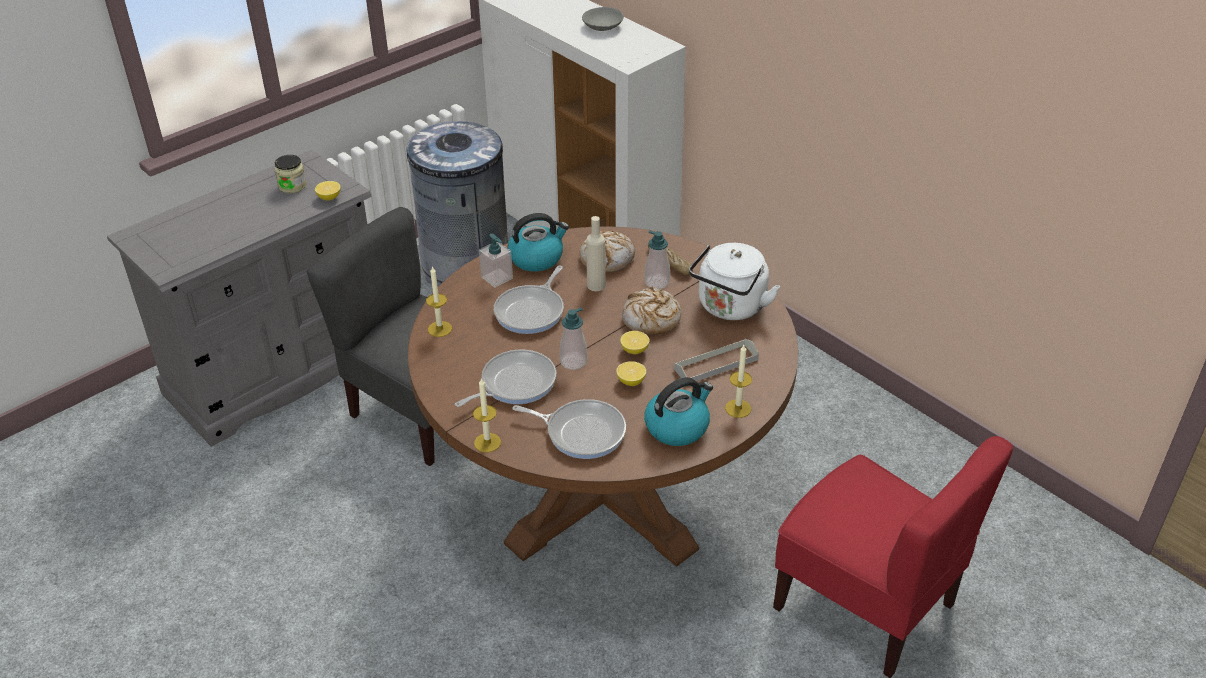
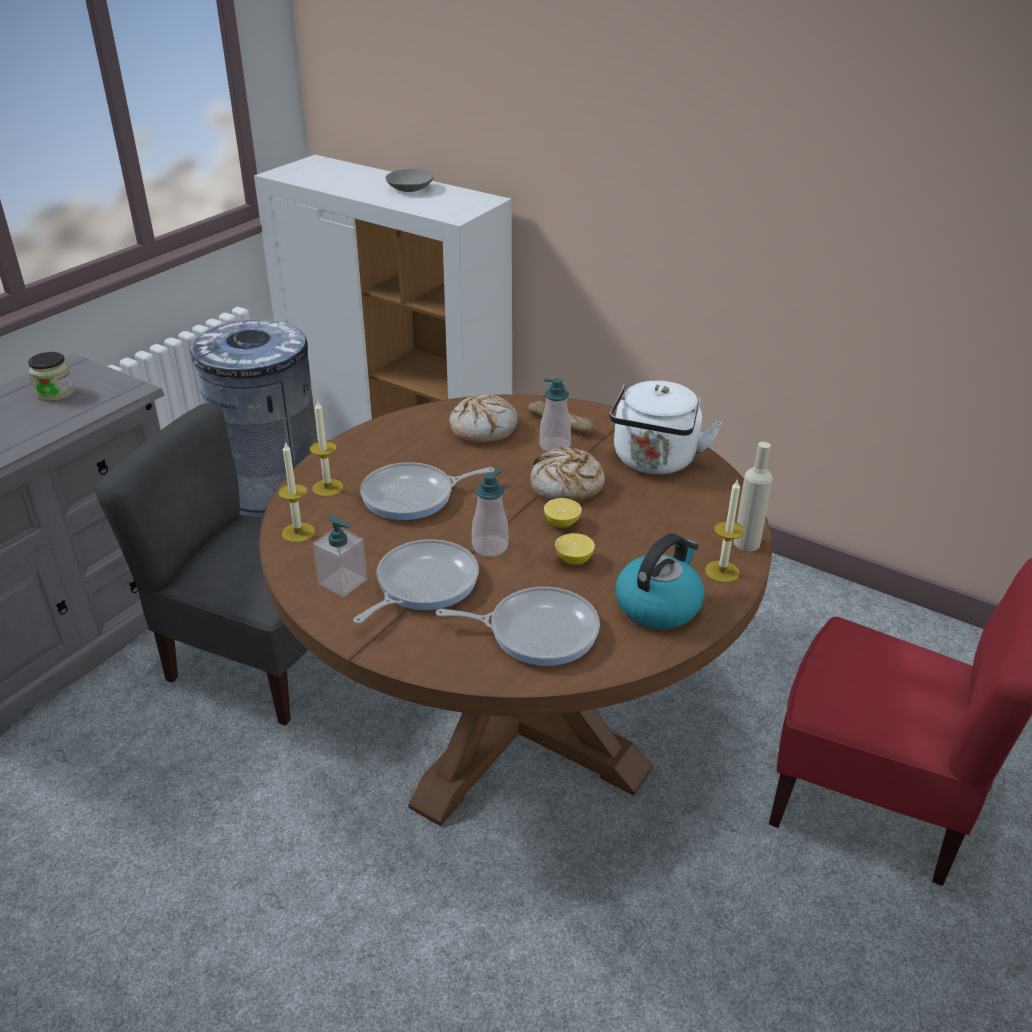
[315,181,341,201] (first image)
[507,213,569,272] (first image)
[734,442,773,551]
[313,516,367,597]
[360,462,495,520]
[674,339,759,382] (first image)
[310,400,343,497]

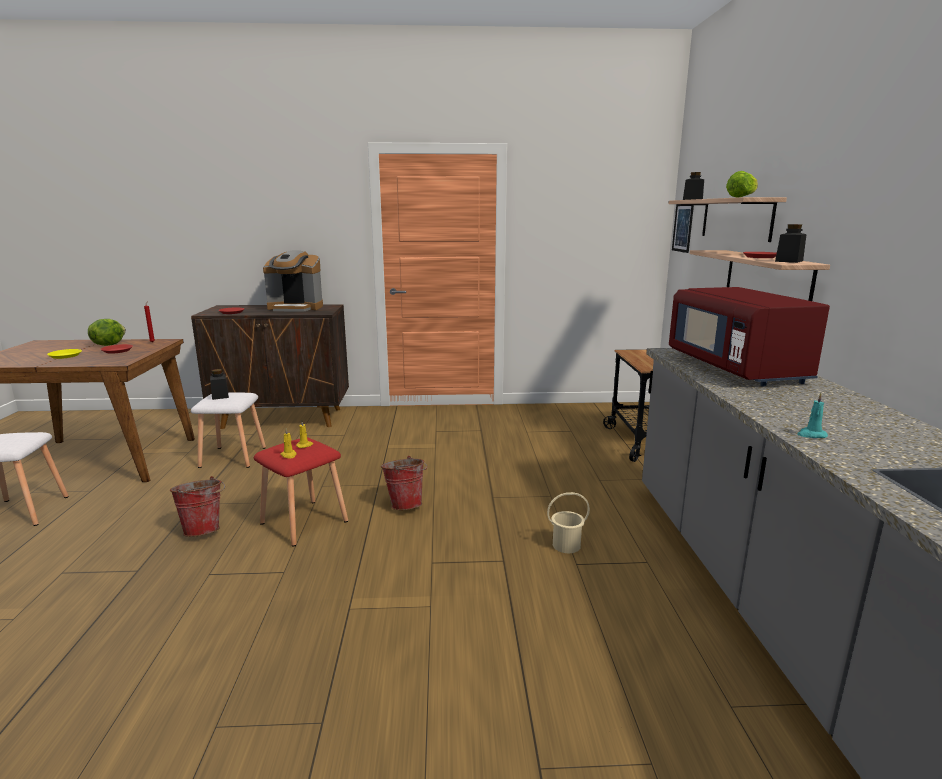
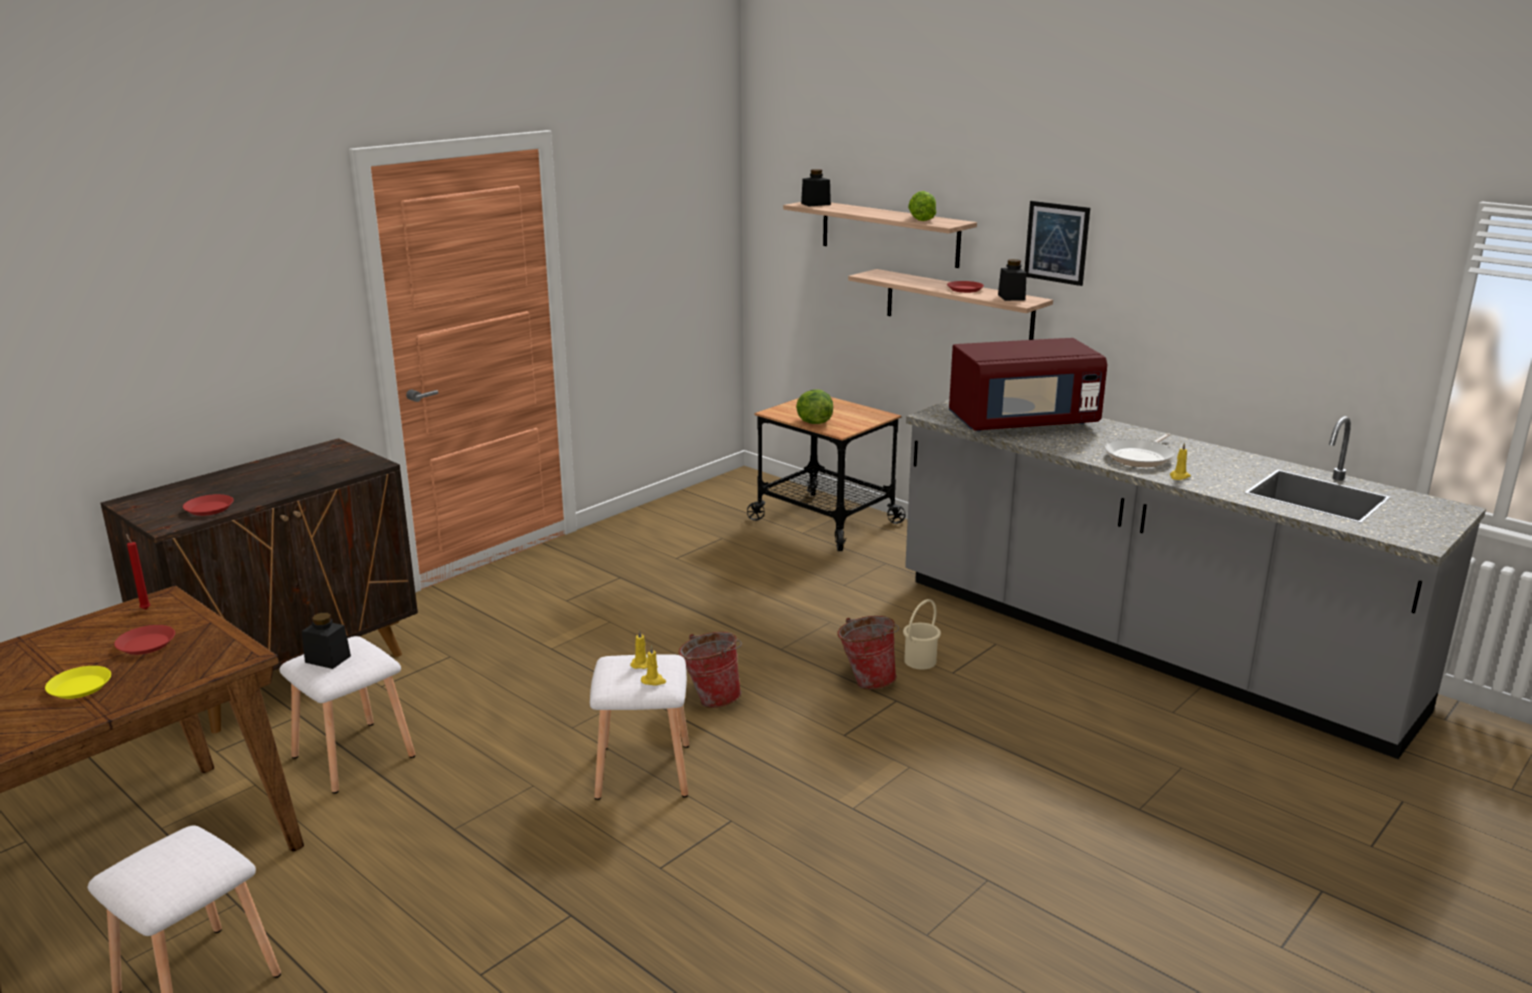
[1024,201,1090,286]
[263,250,323,312] (first image)
[949,338,1107,432]
[796,390,833,424]
[1170,442,1191,480]
[590,654,689,800]
[837,616,899,690]
[1105,433,1174,467]

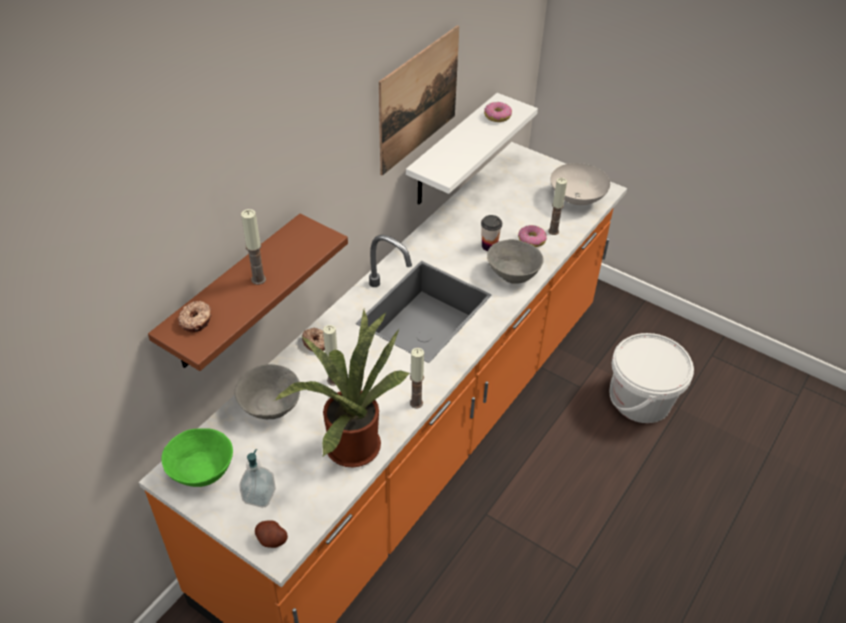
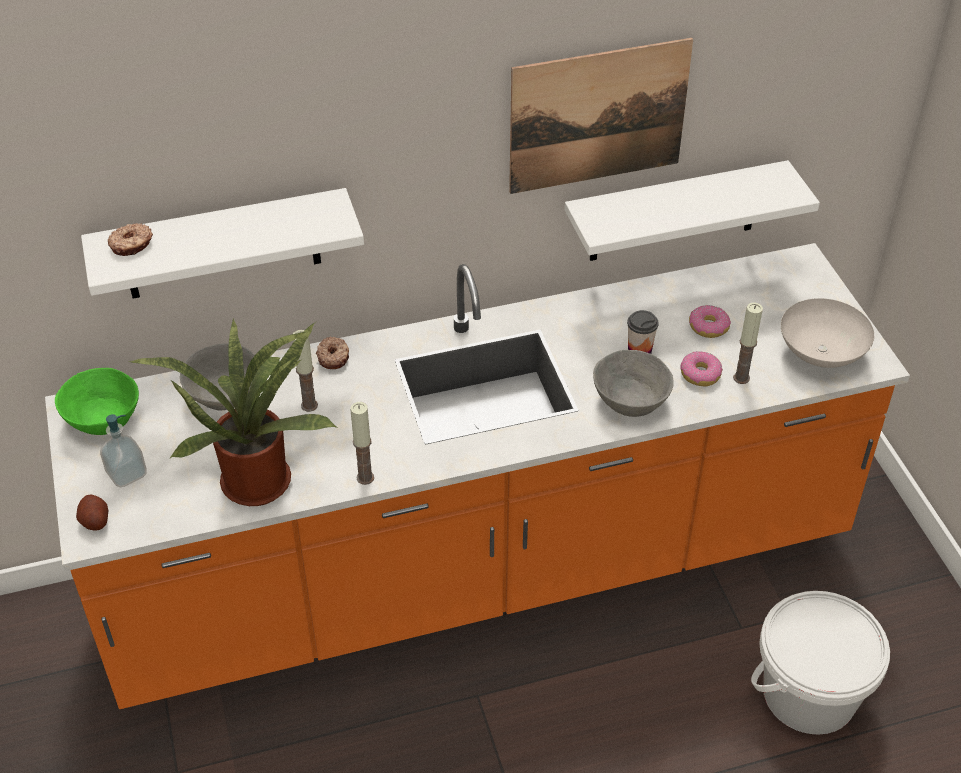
[689,305,731,338]
[241,209,266,285] (first image)
[81,188,364,299]

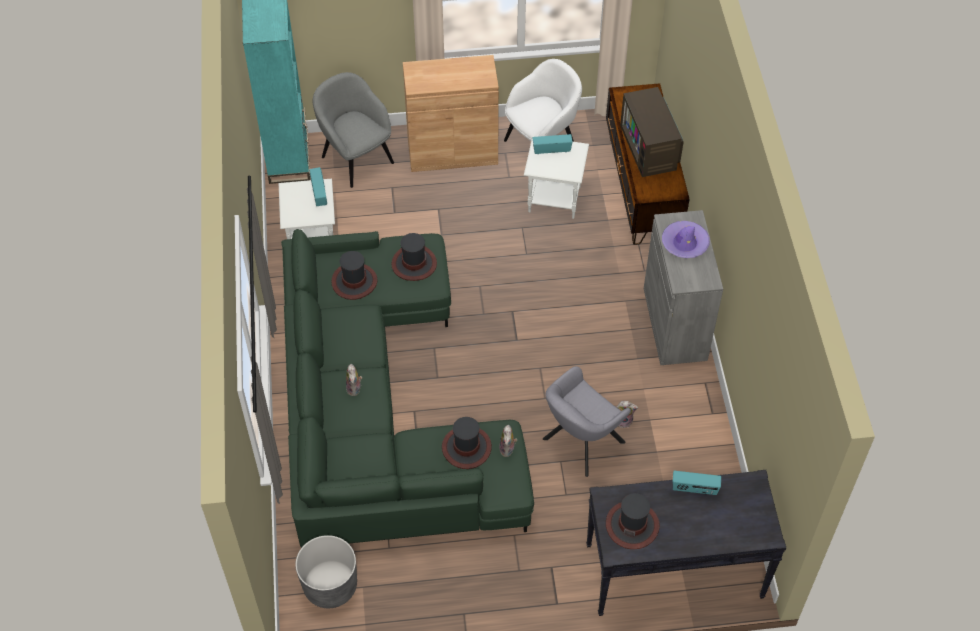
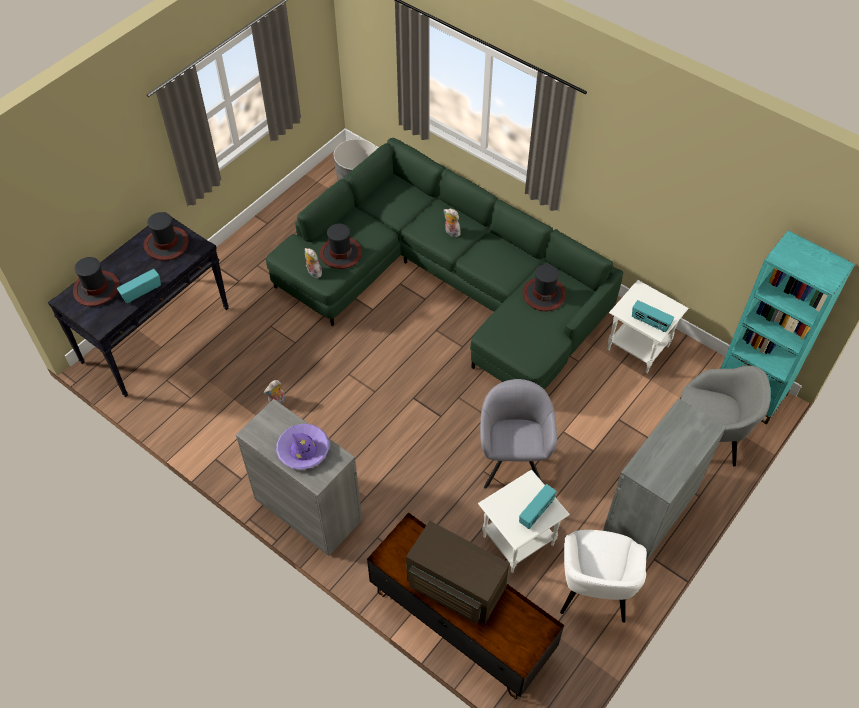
[603,398,726,562]
[73,257,120,307]
[480,379,557,489]

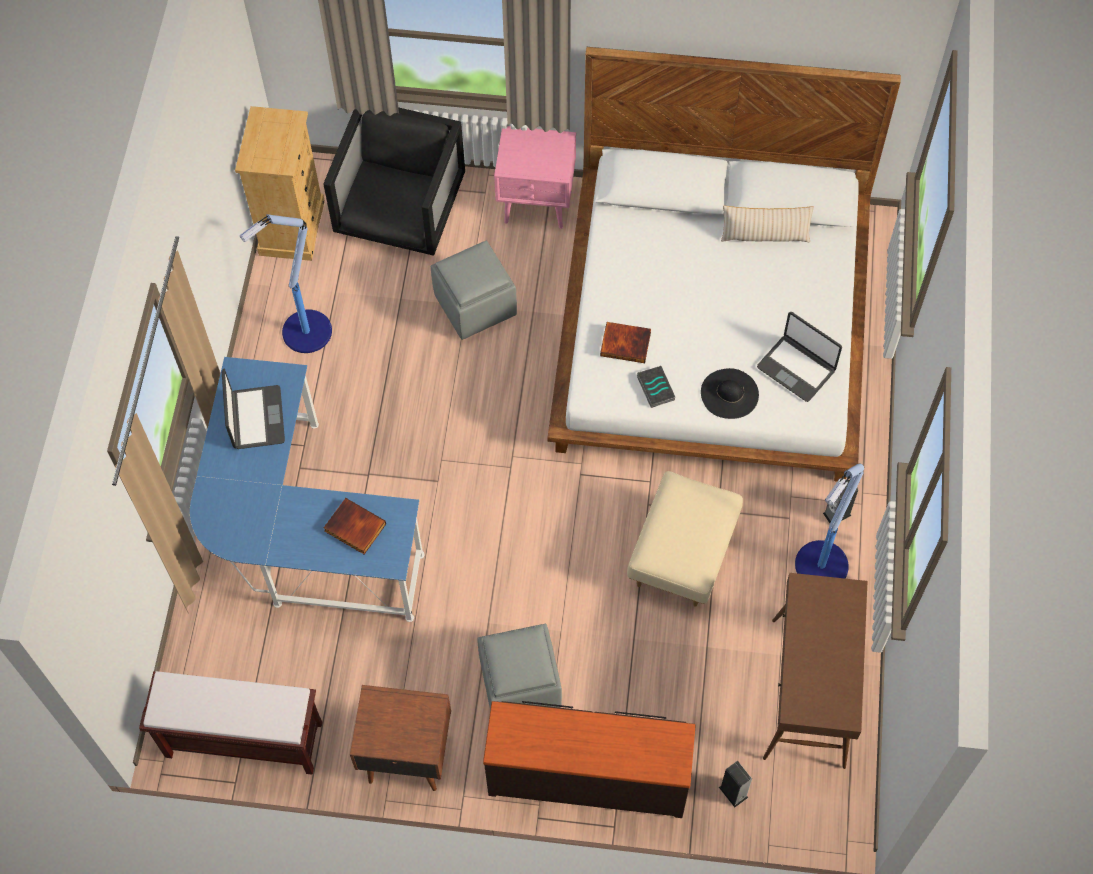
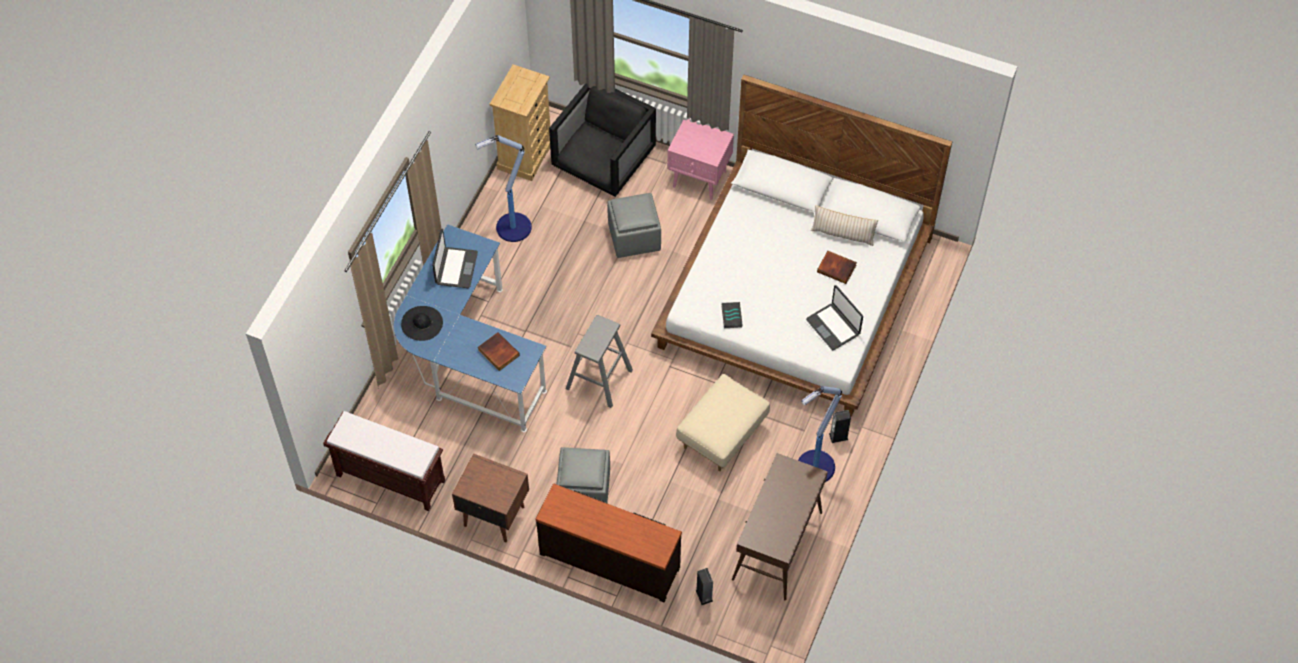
[817,251,857,284]
[401,306,443,341]
[566,315,633,408]

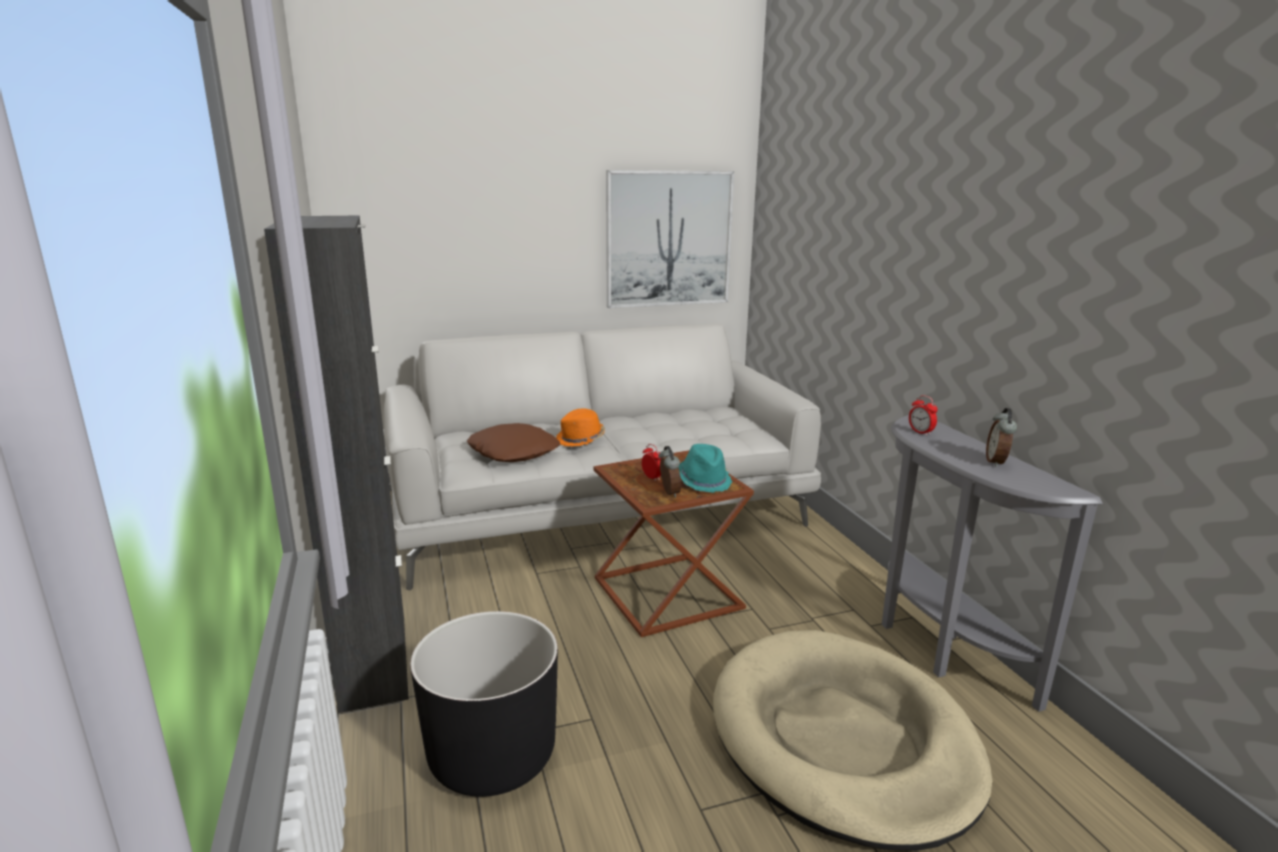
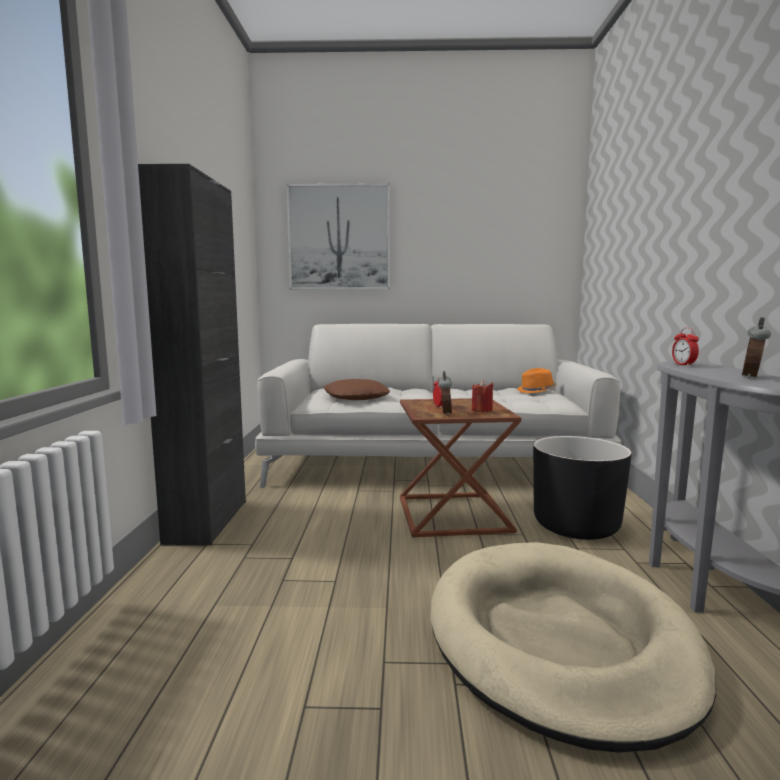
[286,183,390,289]
[518,368,557,393]
[472,380,493,412]
[533,436,632,540]

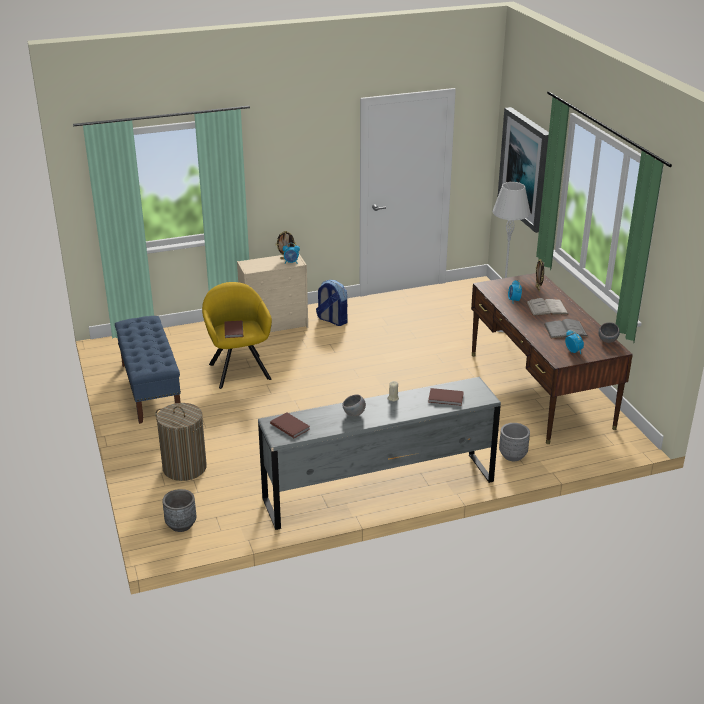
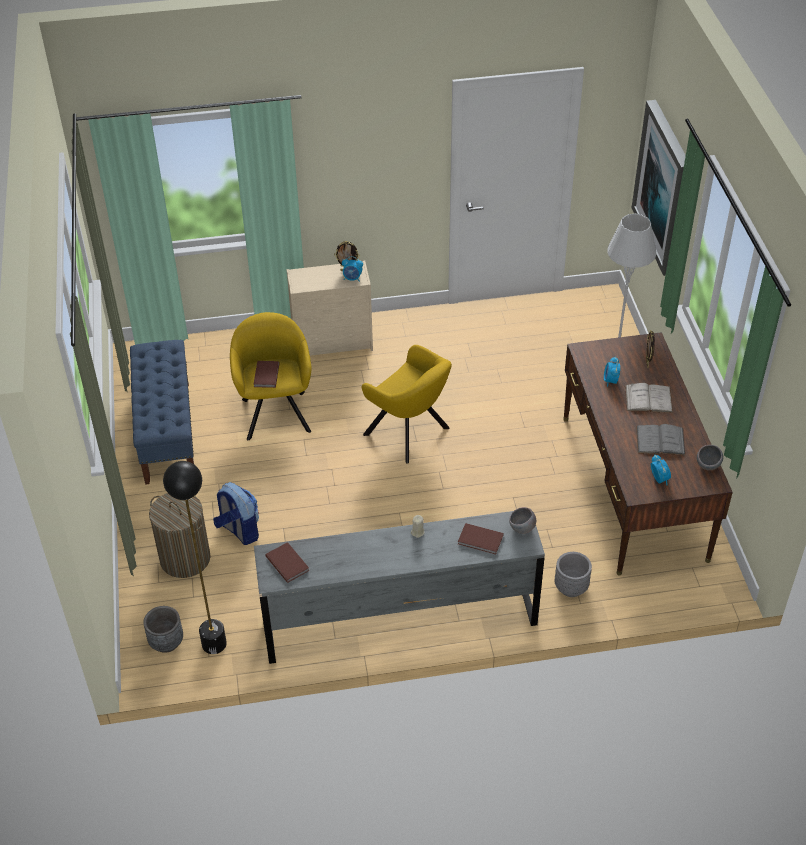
[213,482,259,545]
[509,507,536,534]
[362,345,452,464]
[163,461,227,654]

